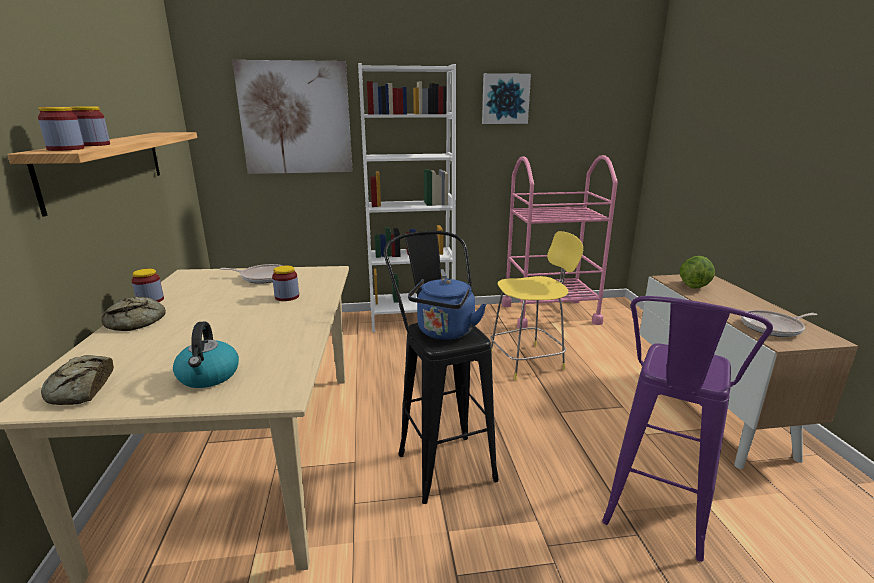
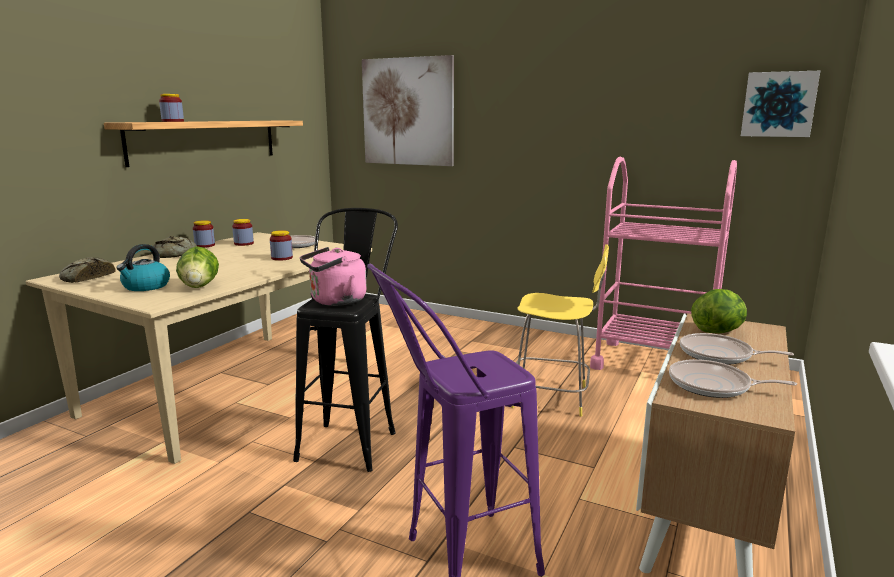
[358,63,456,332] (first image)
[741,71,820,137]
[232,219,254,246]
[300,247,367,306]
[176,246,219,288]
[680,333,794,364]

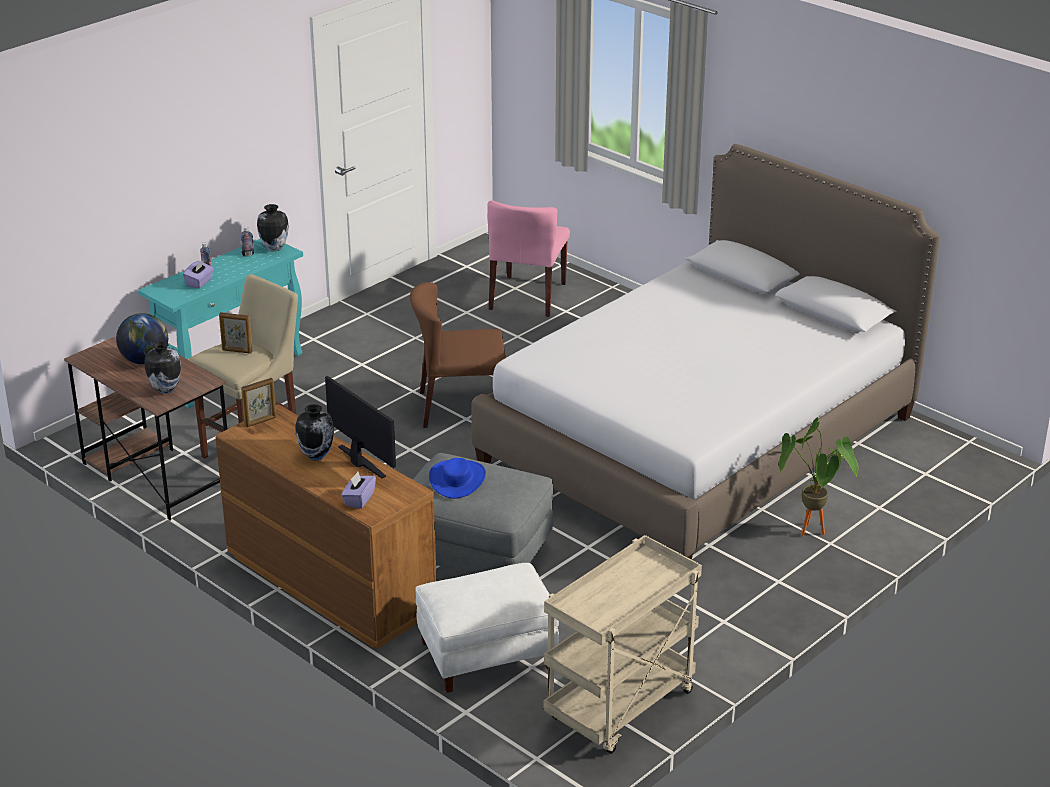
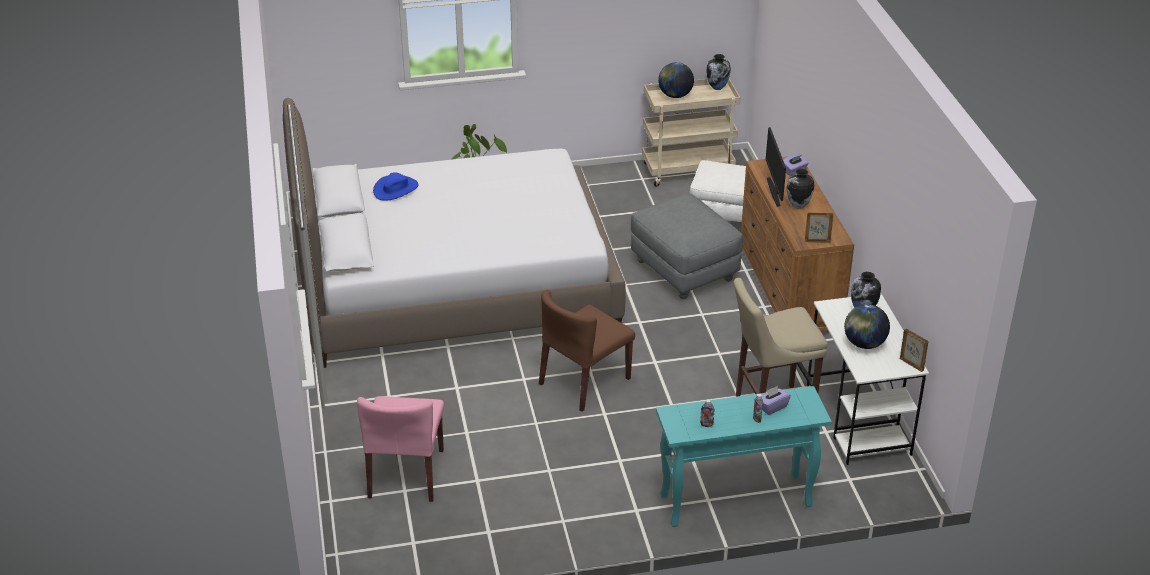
[357,396,444,502]
[706,54,730,90]
[539,290,635,412]
[900,329,929,372]
[807,294,929,465]
[373,172,419,201]
[658,62,694,98]

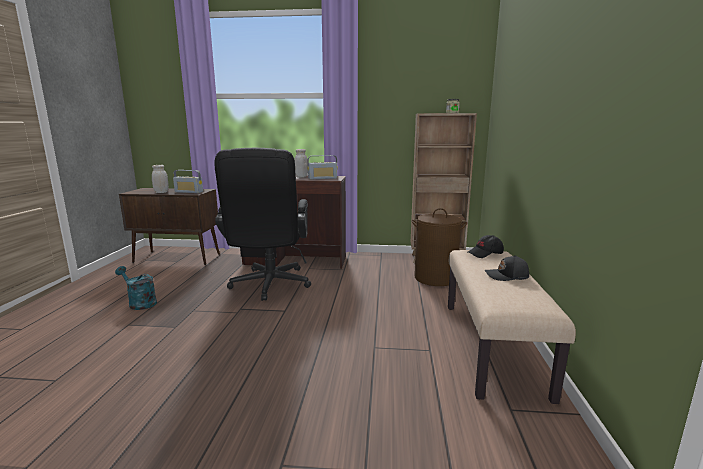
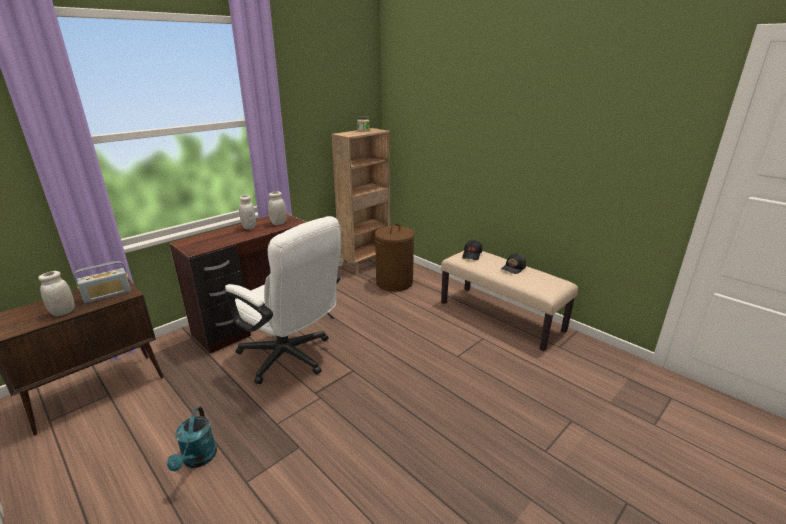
[225,216,341,384]
[268,191,286,225]
[167,407,217,471]

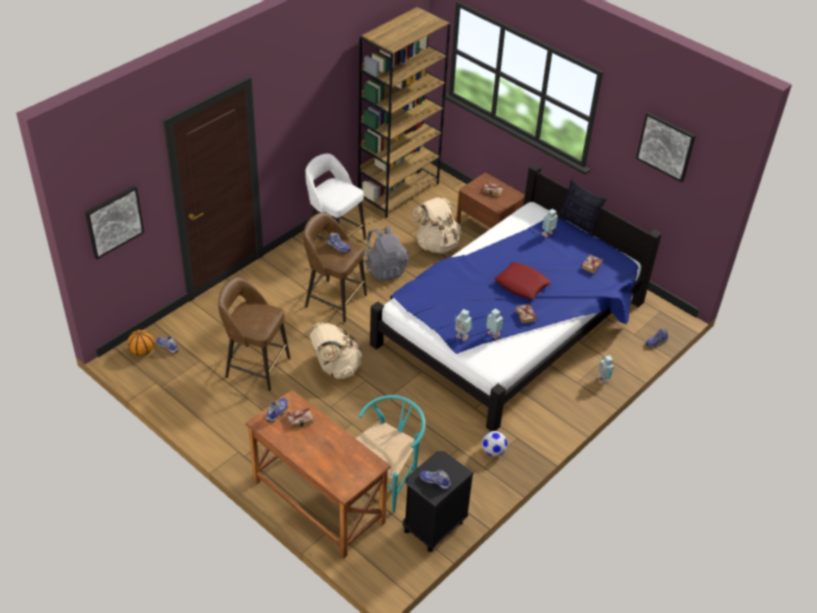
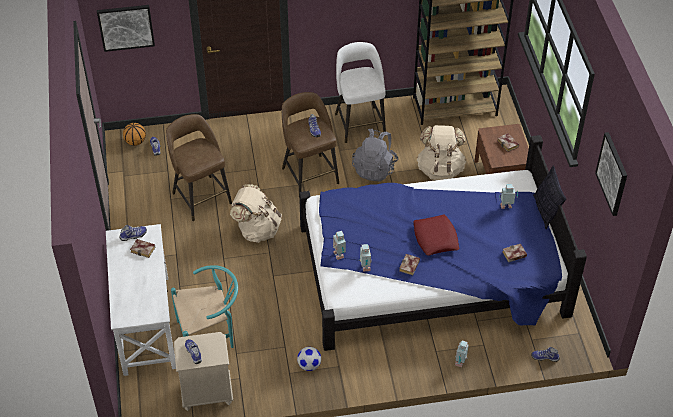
[106,224,176,376]
[174,332,233,411]

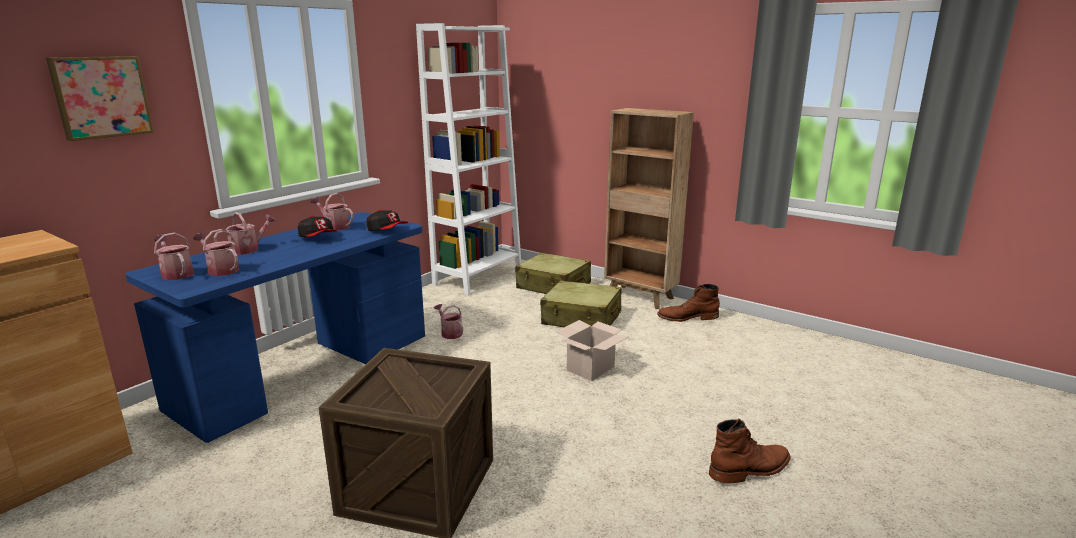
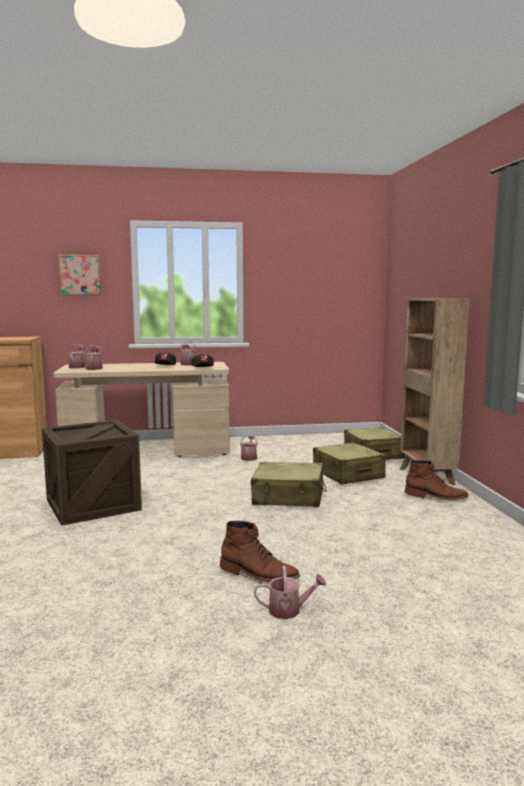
[416,23,521,296] (first image)
[53,362,230,457]
[254,566,327,619]
[405,460,469,501]
[251,462,327,507]

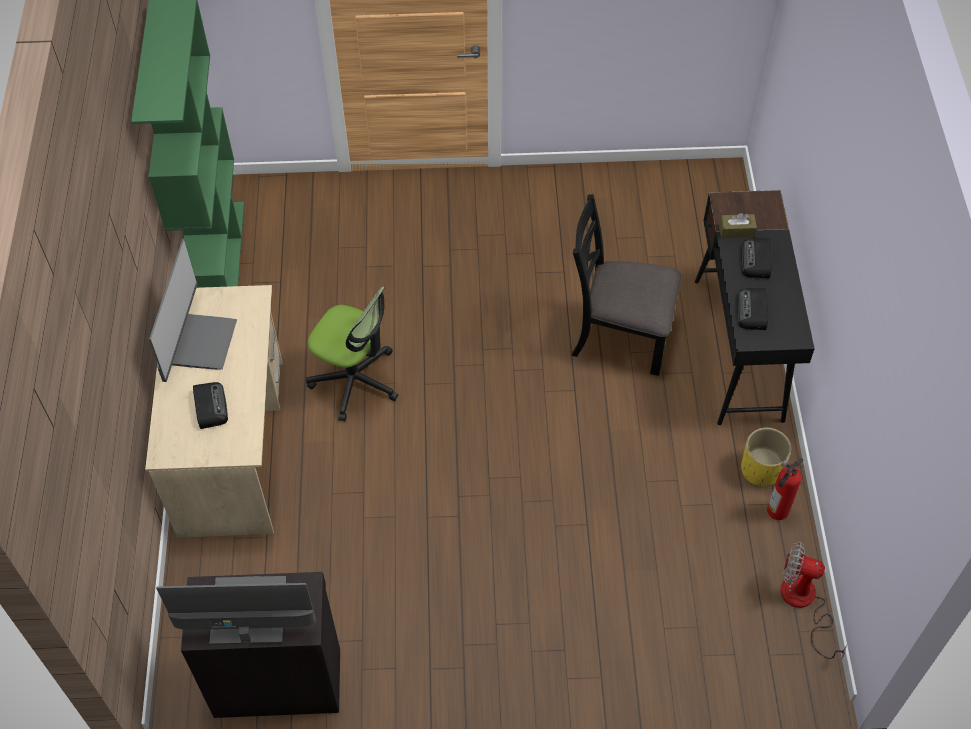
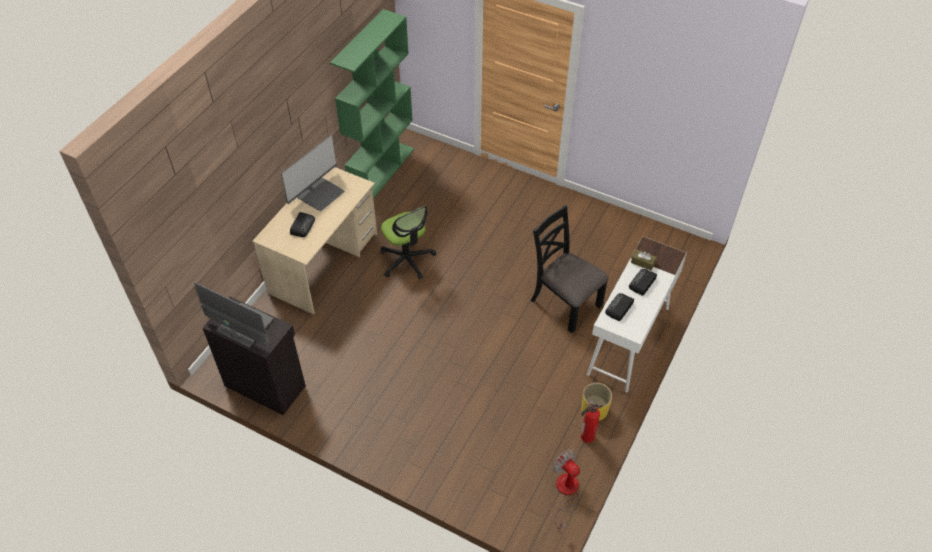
[587,236,687,392]

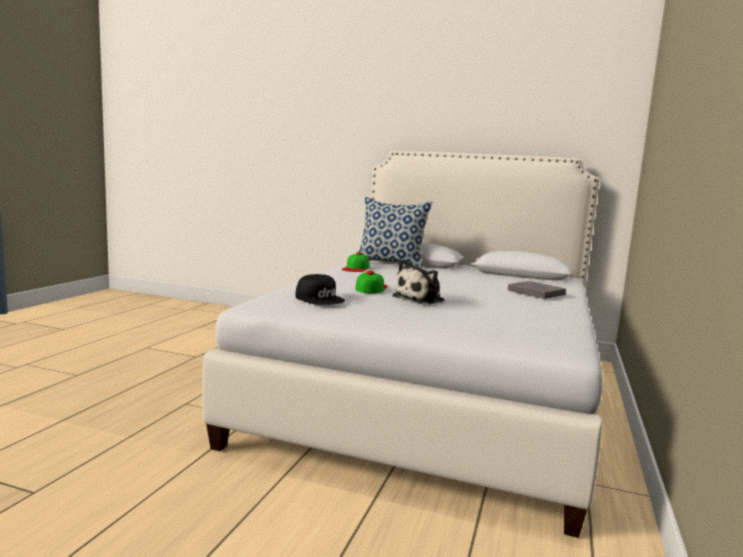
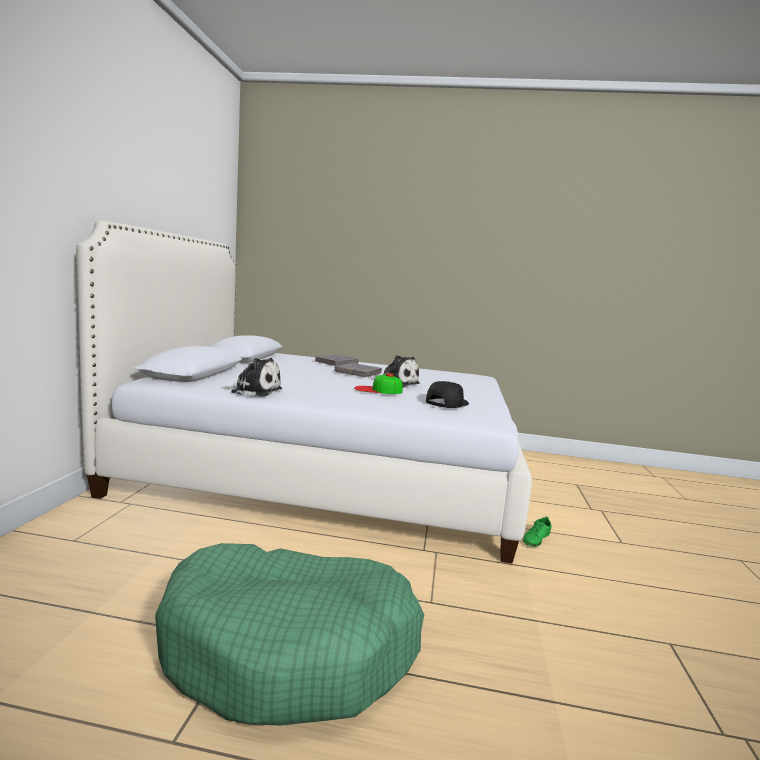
[359,197,432,269] (first image)
[221,358,282,397]
[334,363,382,377]
[523,517,552,547]
[155,543,424,725]

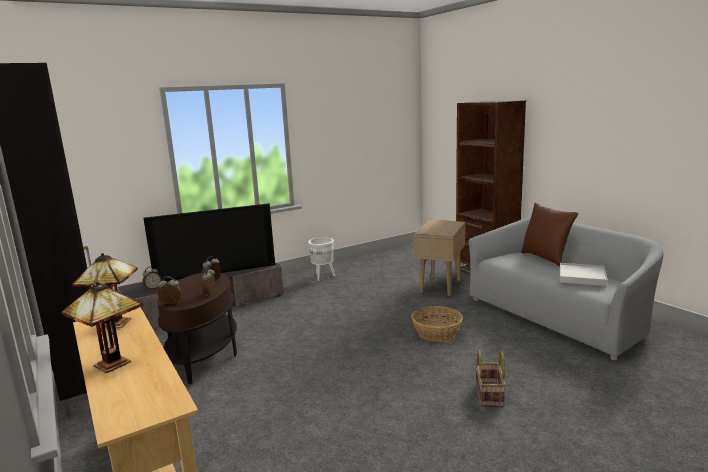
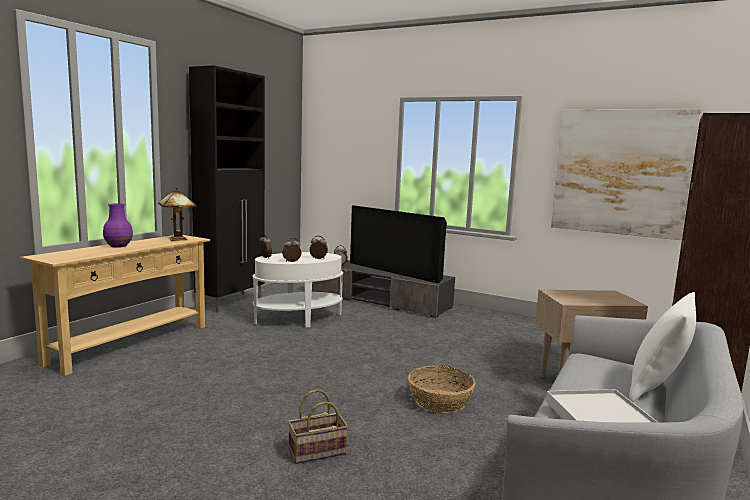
[629,292,696,402]
[308,237,335,281] (first image)
[252,252,343,327]
[103,203,133,248]
[551,109,701,240]

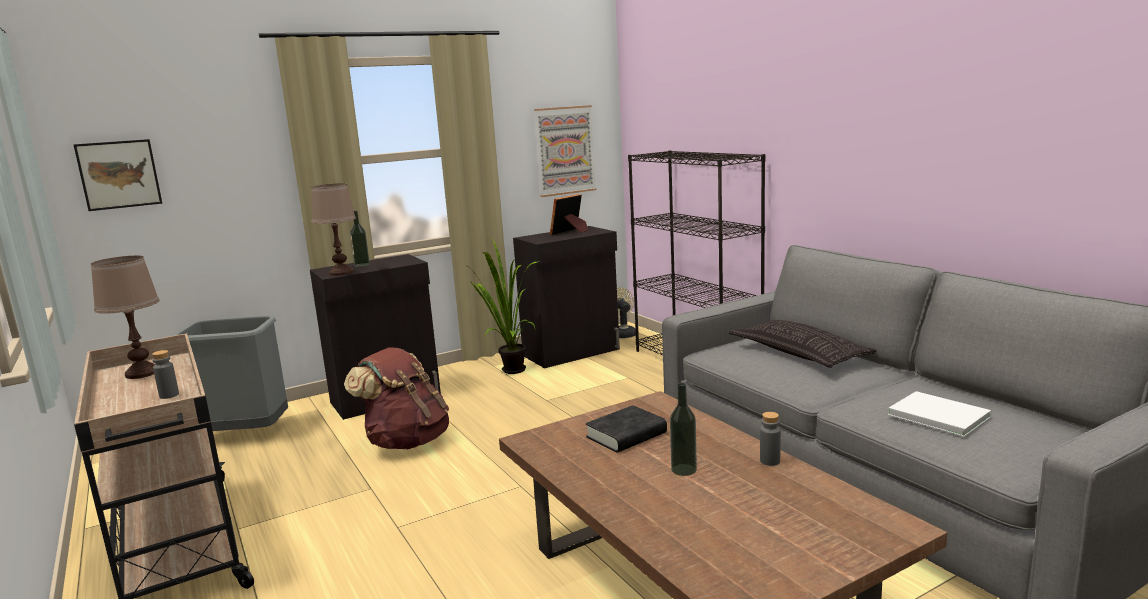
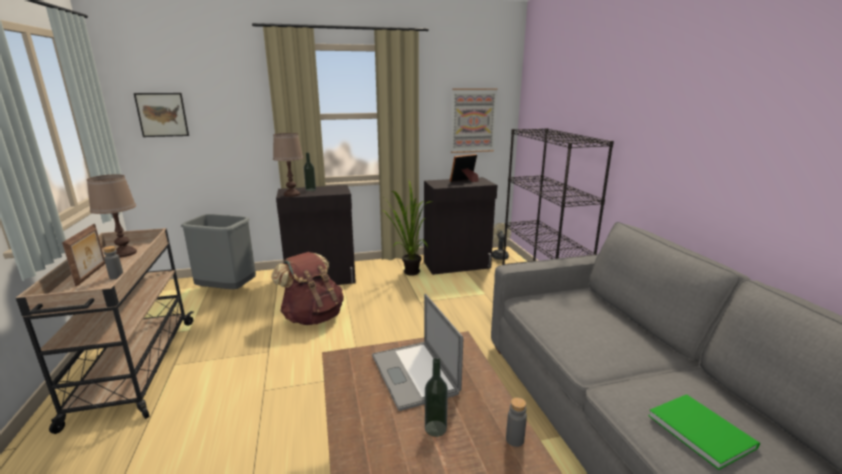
[729,320,877,368] (first image)
[648,394,760,470]
[372,294,463,411]
[62,224,105,287]

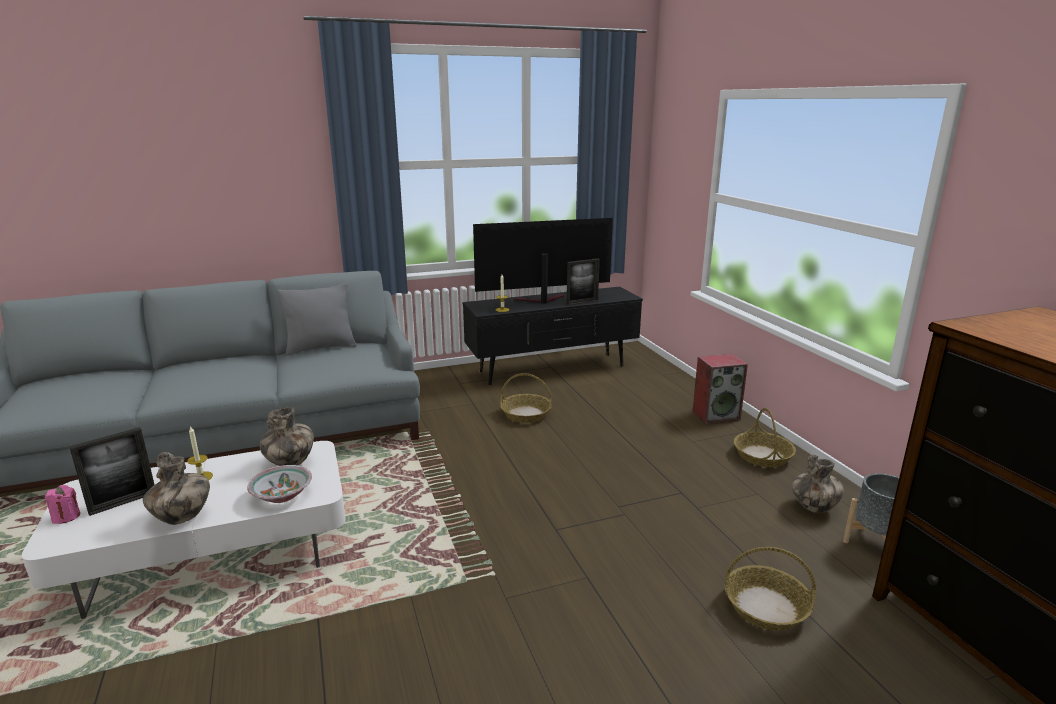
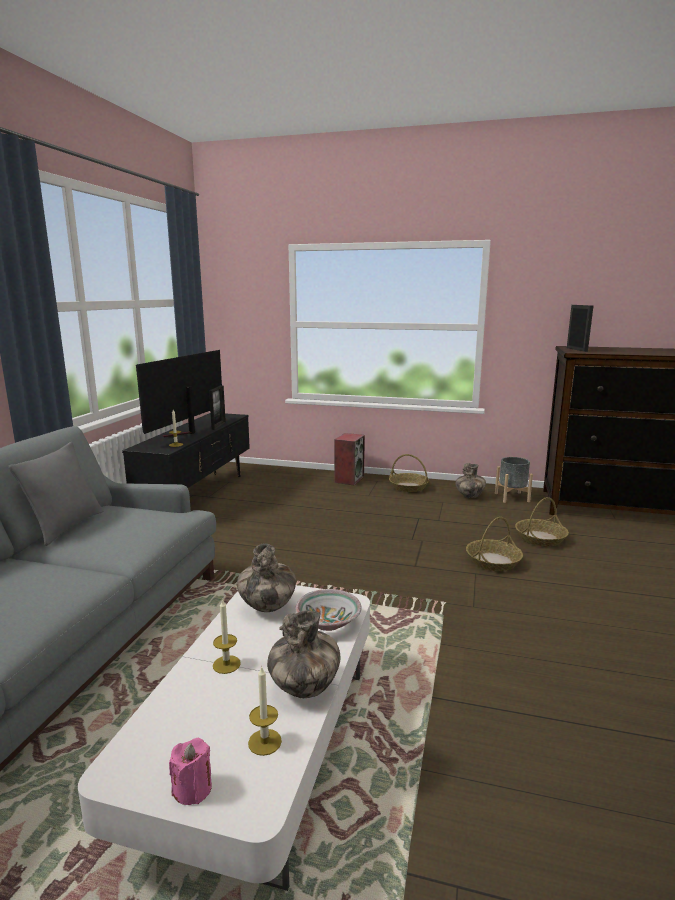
[466,517,523,571]
[567,305,593,352]
[248,666,282,756]

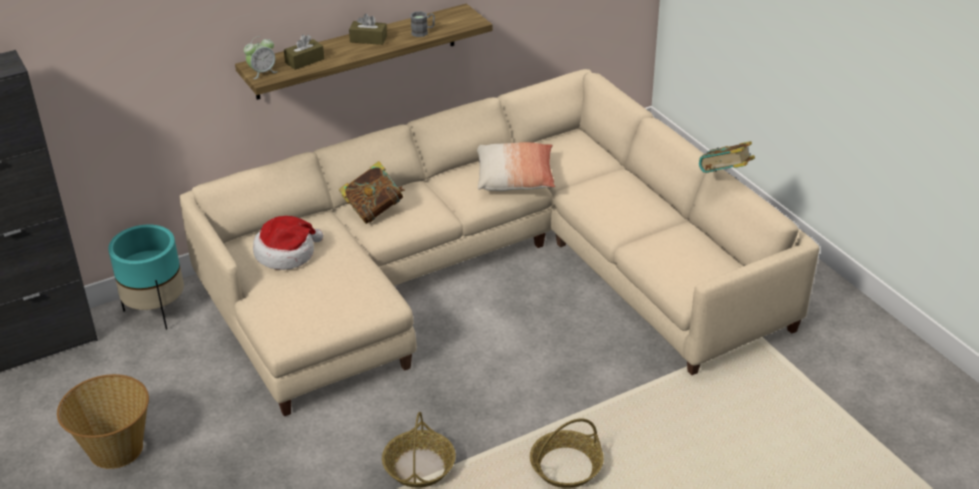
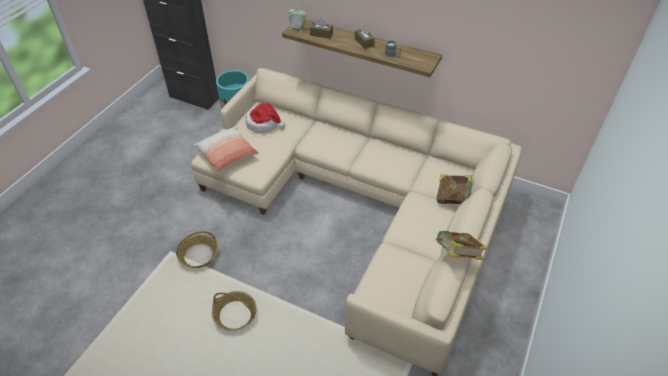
[194,127,259,172]
[437,174,475,205]
[57,374,149,469] (first image)

